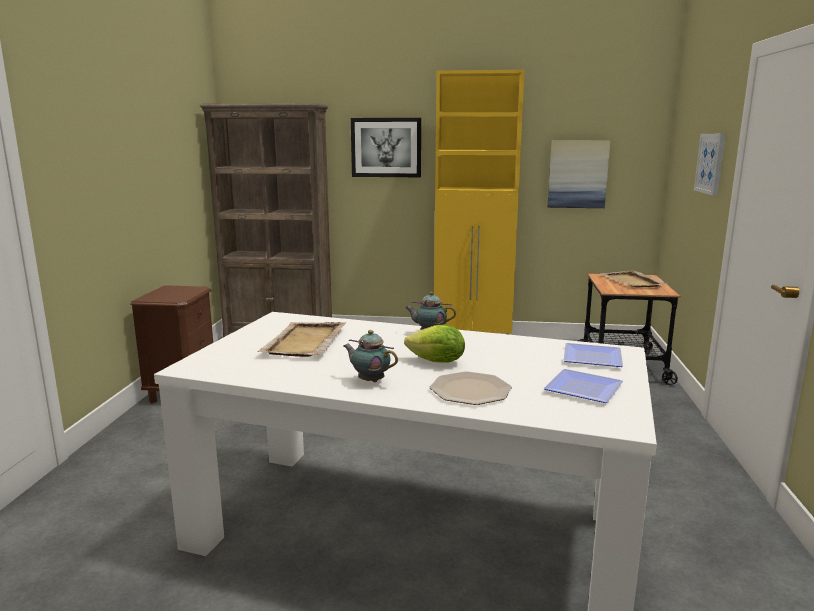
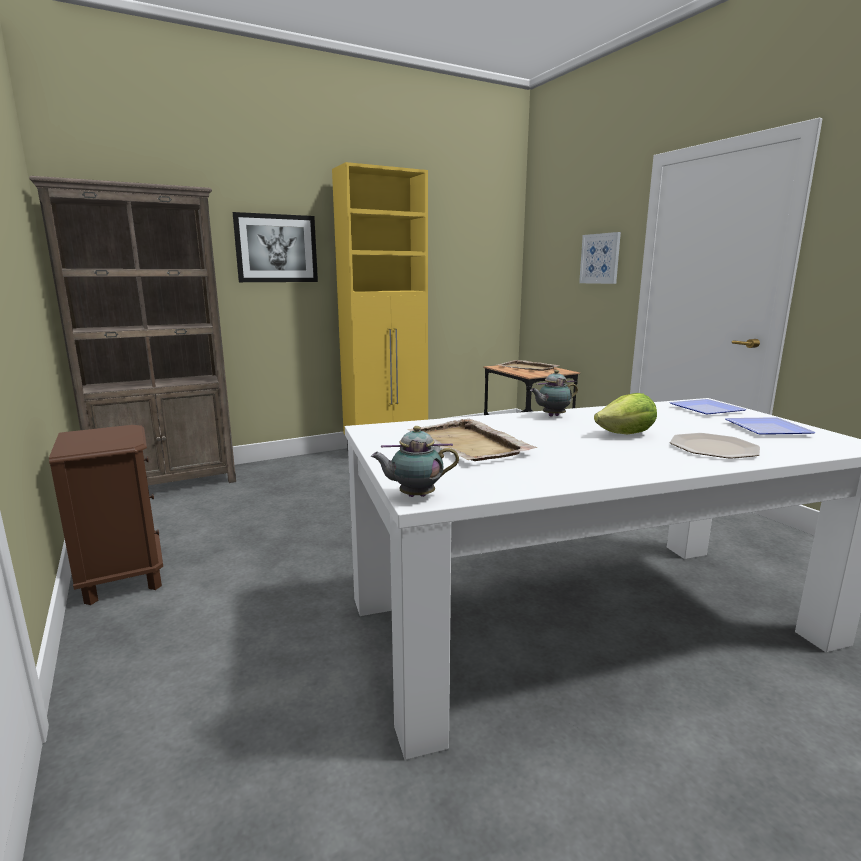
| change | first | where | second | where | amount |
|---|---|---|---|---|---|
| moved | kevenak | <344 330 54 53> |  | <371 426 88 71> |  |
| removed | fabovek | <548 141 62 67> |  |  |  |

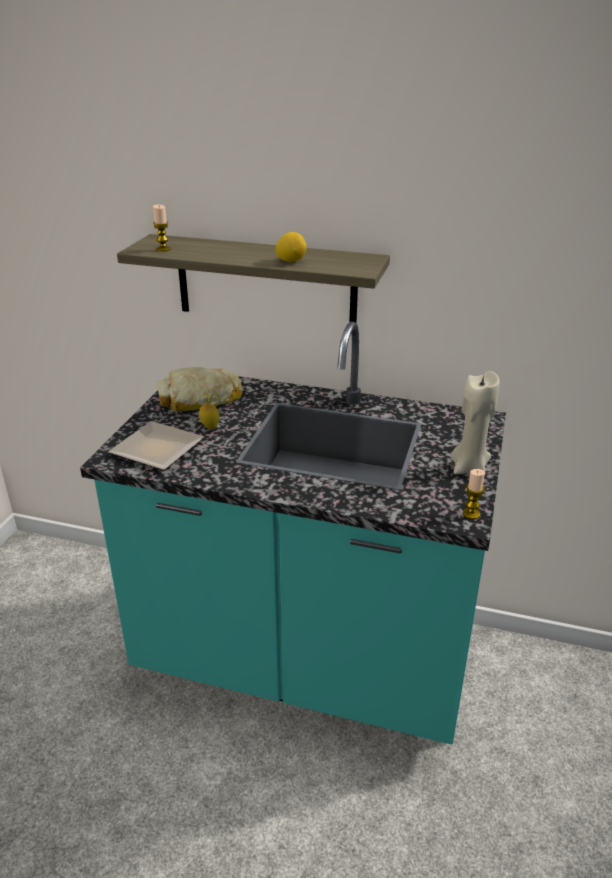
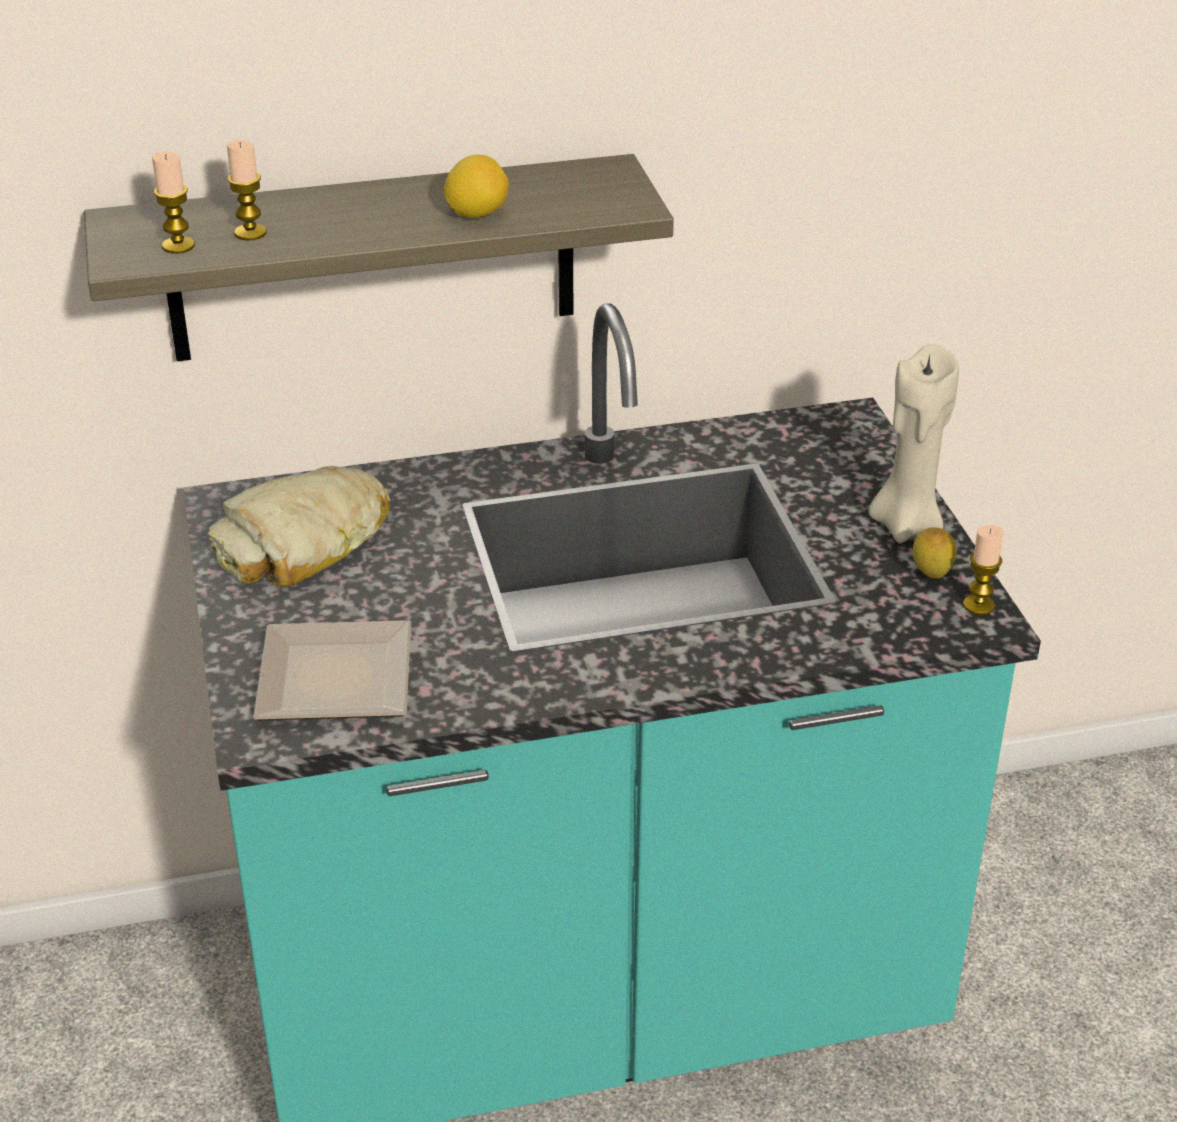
| change | first | where | second | where | amount |
|---|---|---|---|---|---|
| moved | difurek | <199 404 21 25> |  | <913 527 44 52> |  |
| added |  |  | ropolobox | <227 140 40 101> |  |

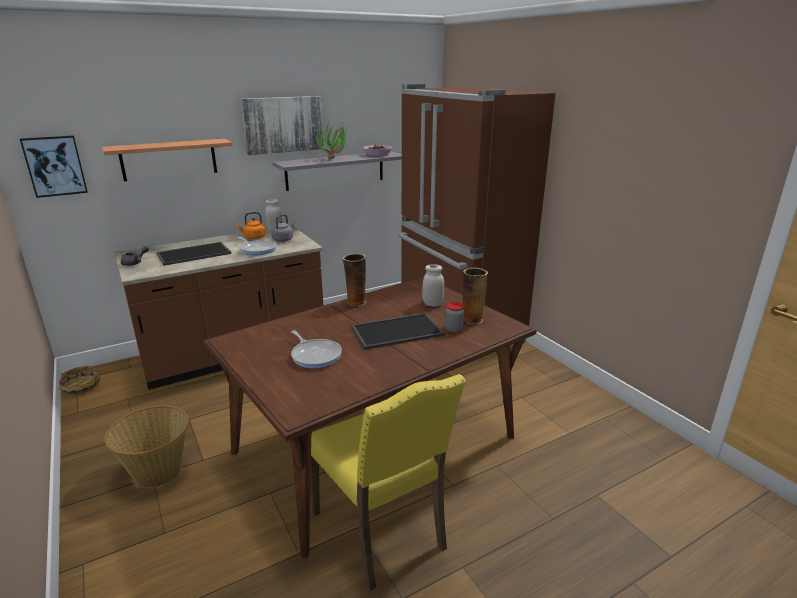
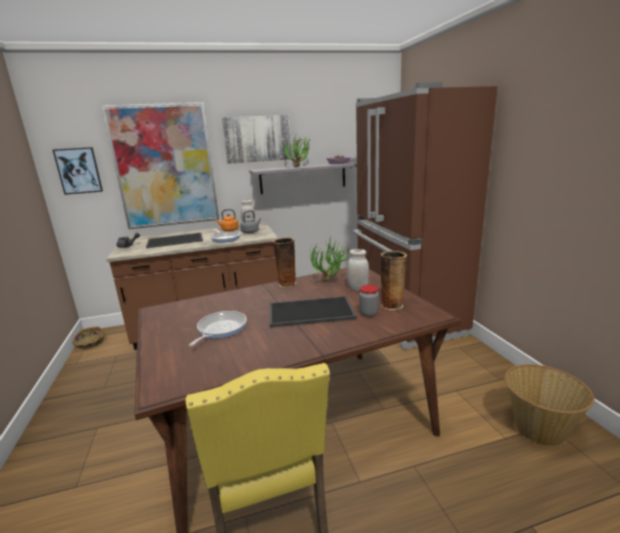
| change | first | where | second | where | amount |
|---|---|---|---|---|---|
| replaced | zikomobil | <102 139 131 42> | fabovek | <101 102 118 127> |  |
| moved | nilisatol | <104 405 85 83> |  | <505 364 89 83> |  |
| turned | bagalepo | <291 330 51 39> |  | <189 311 58 35> | 135 degrees counterclockwise |
| added |  |  | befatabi | <310 239 39 42> |  |

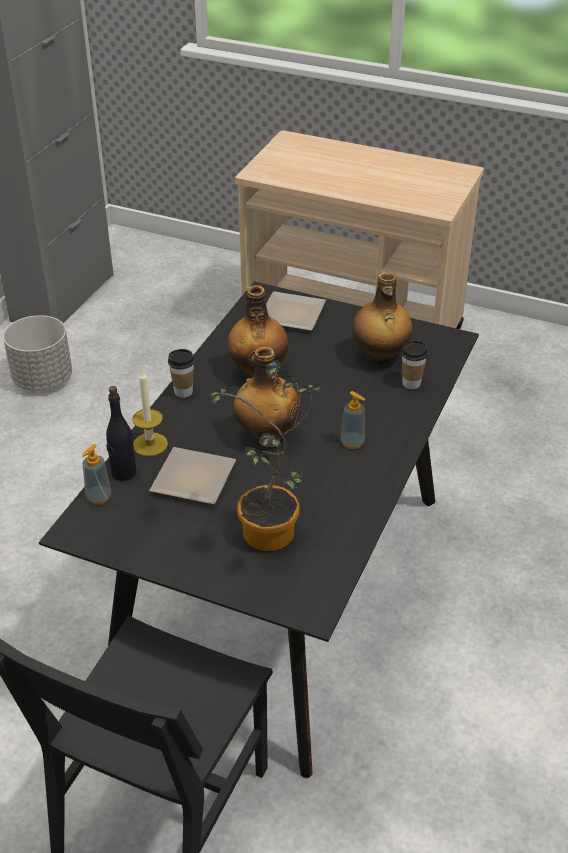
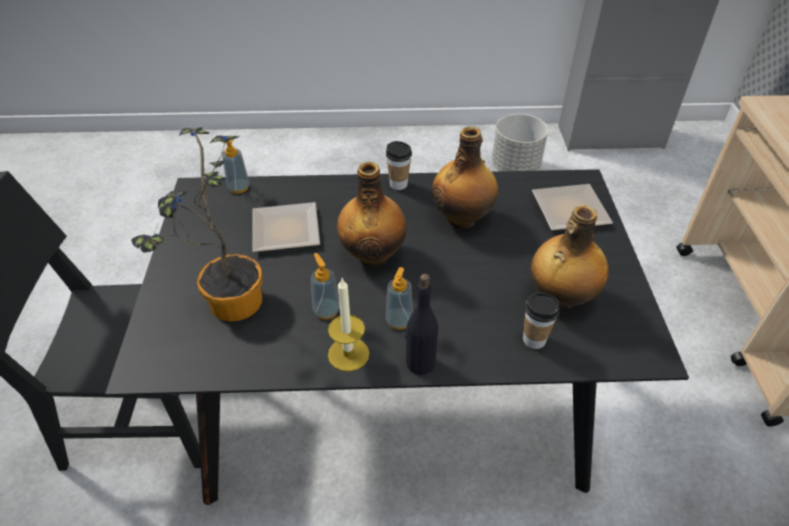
| change | first | where | second | where | amount |
|---|---|---|---|---|---|
| moved | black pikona | <106 386 30 95> |  | <405 274 33 101> |  |
| moved | ropolobox | <132 370 36 86> |  | <328 279 41 93> |  |
| added |  |  | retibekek | <311 253 29 67> |  |

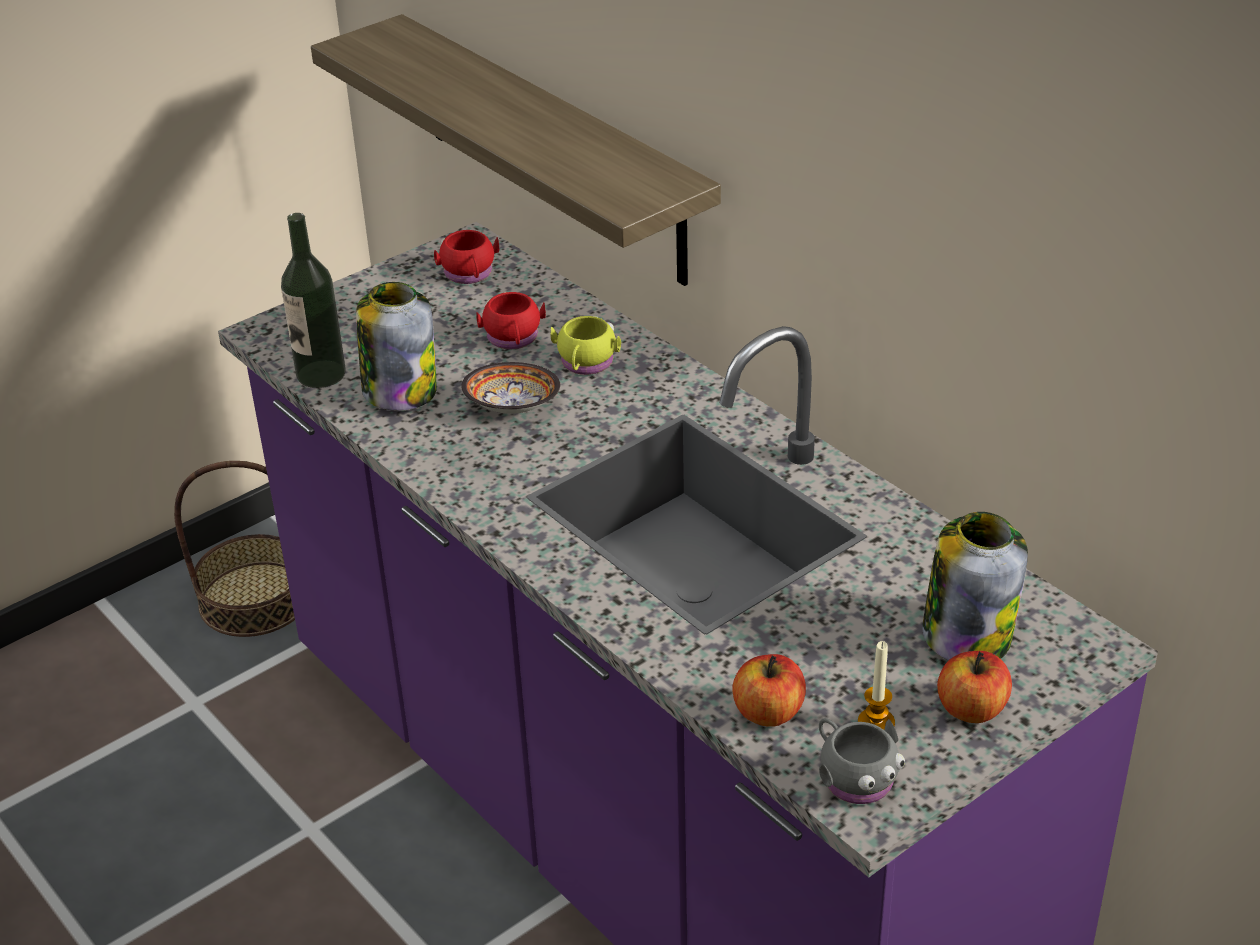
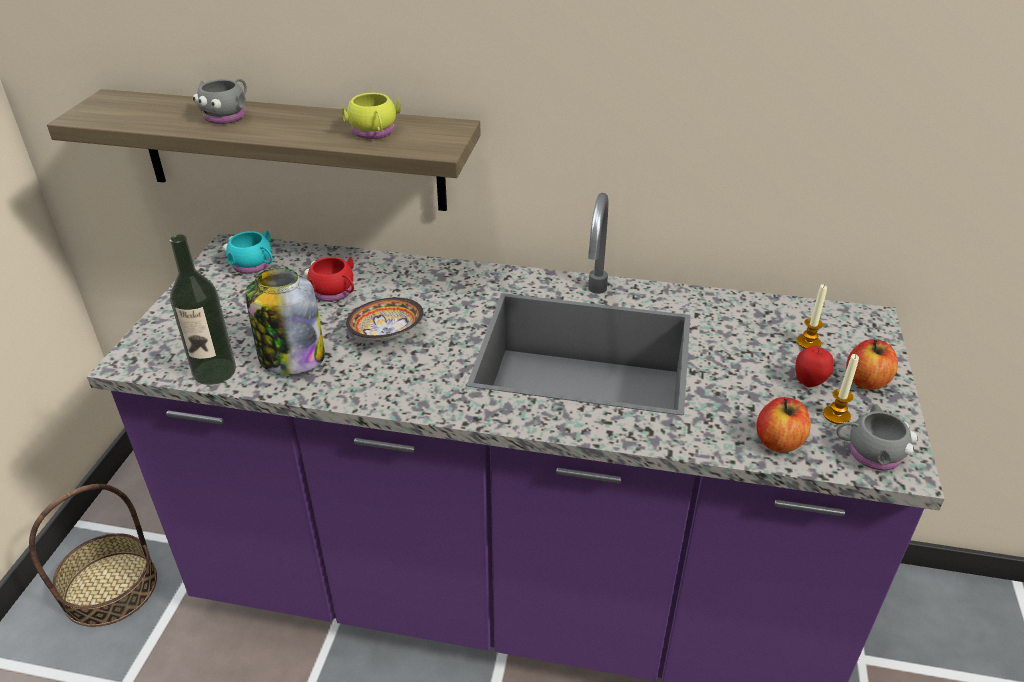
| change | first | where | second | where | amount |
|---|---|---|---|---|---|
| recoloured | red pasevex | <434 230 65 54> | turquoise pasevex | <223 230 50 44> |  |
| moved | yellow pasevex | <551 316 70 59> |  | <342 93 59 46> |  |
| replaced | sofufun | <922 512 106 149> | ropolobox | <797 284 30 65> |  |
| added |  |  | grey pasevex | <193 79 54 45> |  |
| added |  |  | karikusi | <795 344 39 43> |  |

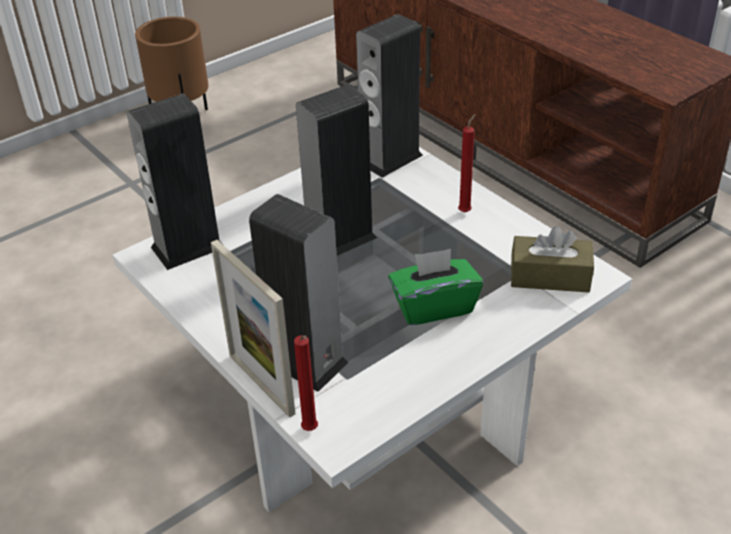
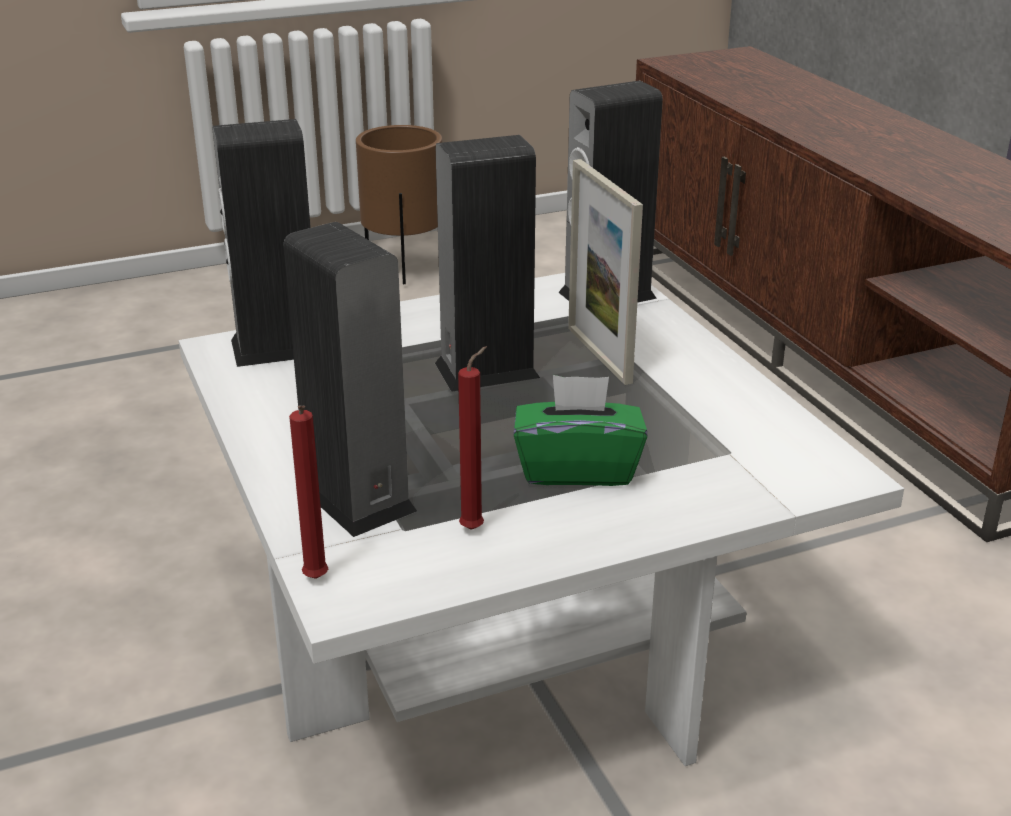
| change | first | where | second | where | amount |
|---|---|---|---|---|---|
| moved | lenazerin | <211 240 84 178> |  | <568 159 75 226> |  |
| moved | red ropolobox | <458 114 17 99> |  | <458 346 29 184> |  |
| removed | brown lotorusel | <511 226 83 66> |  |  |  |

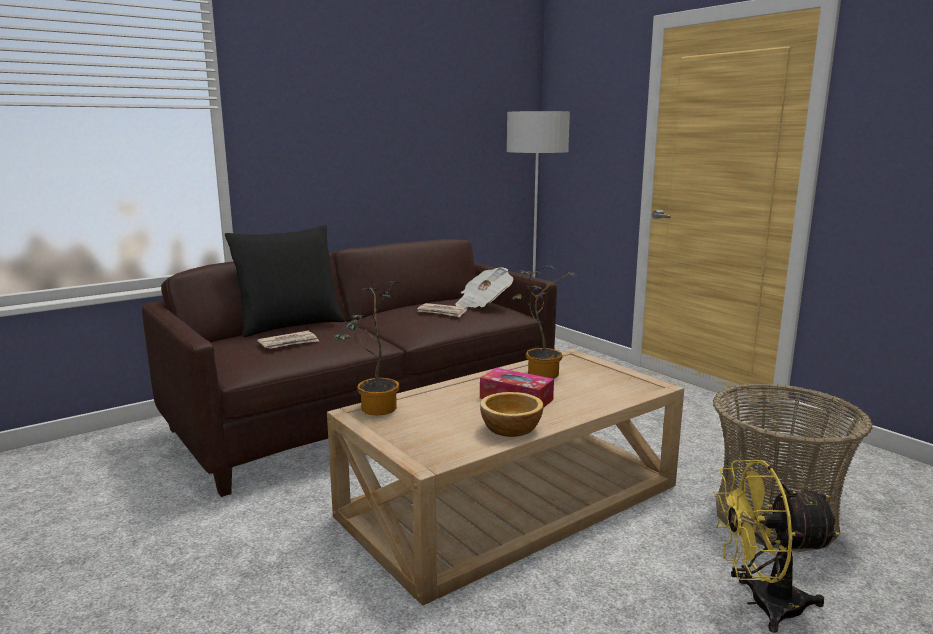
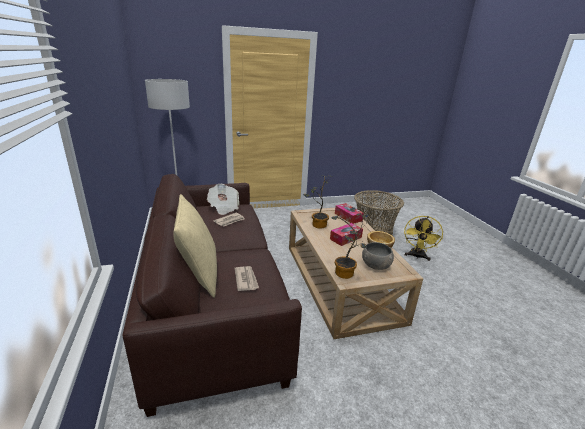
| change | first | where | second | where | amount |
|---|---|---|---|---|---|
| recoloured | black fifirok | <225 225 120 112> | beige fifirok | <173 194 44 104> |  |
| added |  |  | lotorusel | <335 203 29 21> |  |
| added |  |  | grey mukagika | <362 242 32 28> |  |

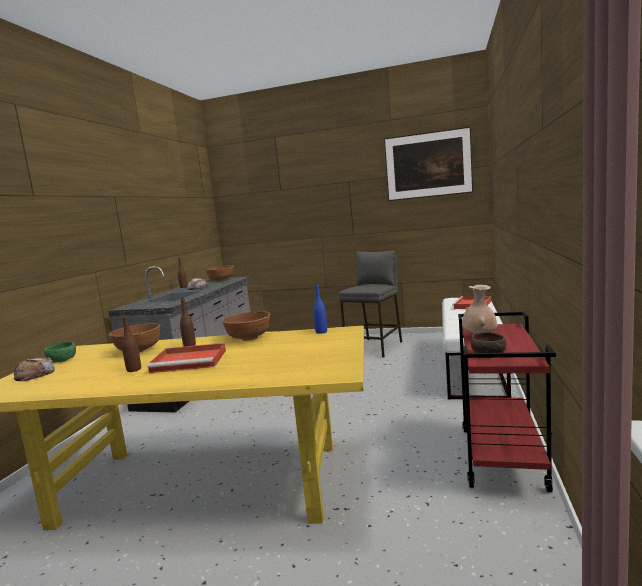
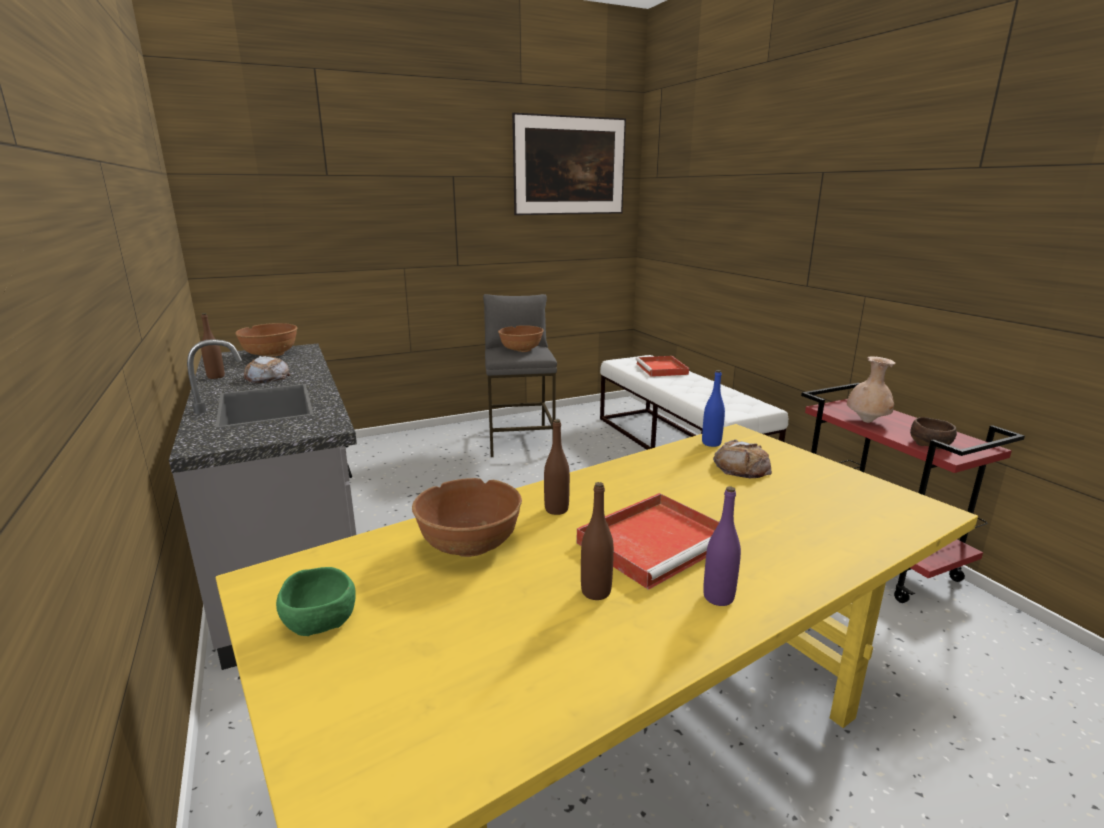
| change | first | where | second | where | amount |
|---|---|---|---|---|---|
| moved | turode | <14 358 41 23> |  | <713 440 59 38> |  |
| moved | brown mukagika | <222 311 48 30> |  | <498 325 46 27> |  |
| added |  |  | purple pikona | <703 486 38 120> |  |

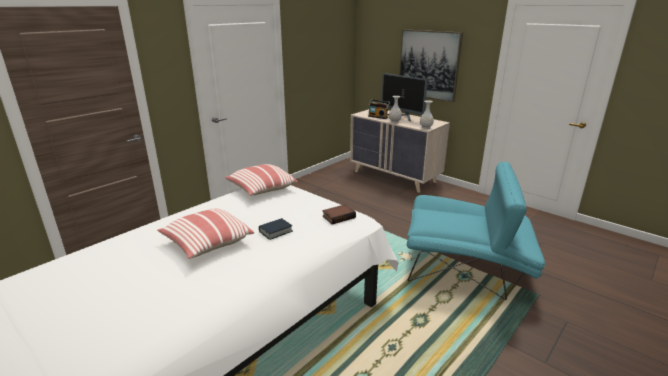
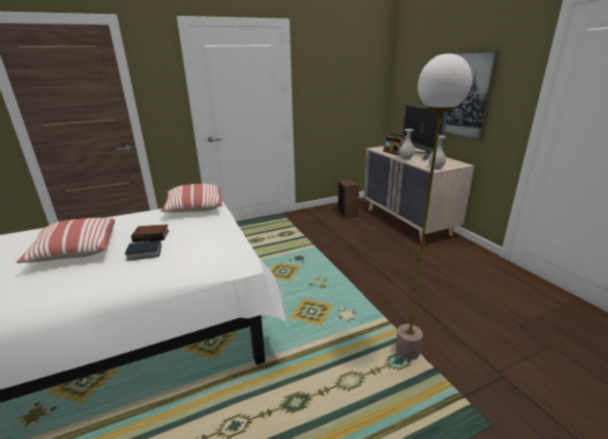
| change | first | where | second | where | amount |
|---|---|---|---|---|---|
| moved | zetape | <322 204 34 21> |  | <131 224 38 18> |  |
| replaced | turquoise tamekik | <407 162 138 138> | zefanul | <396 53 76 307> |  |
| added |  |  | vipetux | <338 179 21 39> |  |

